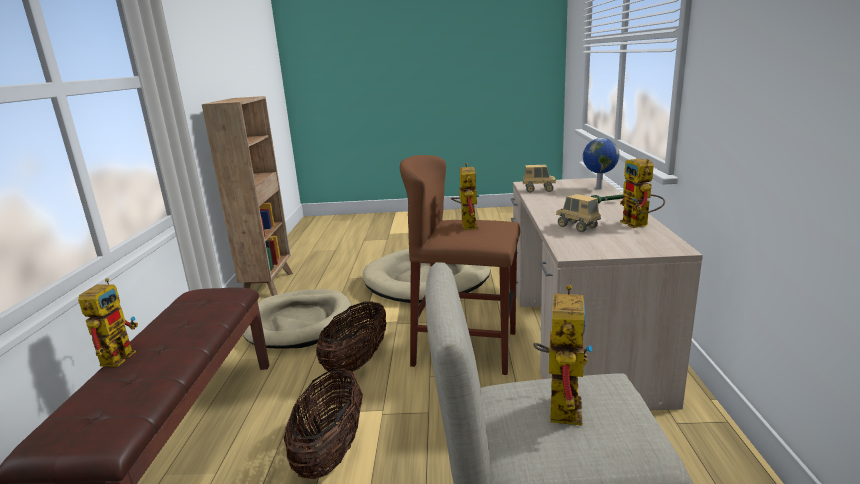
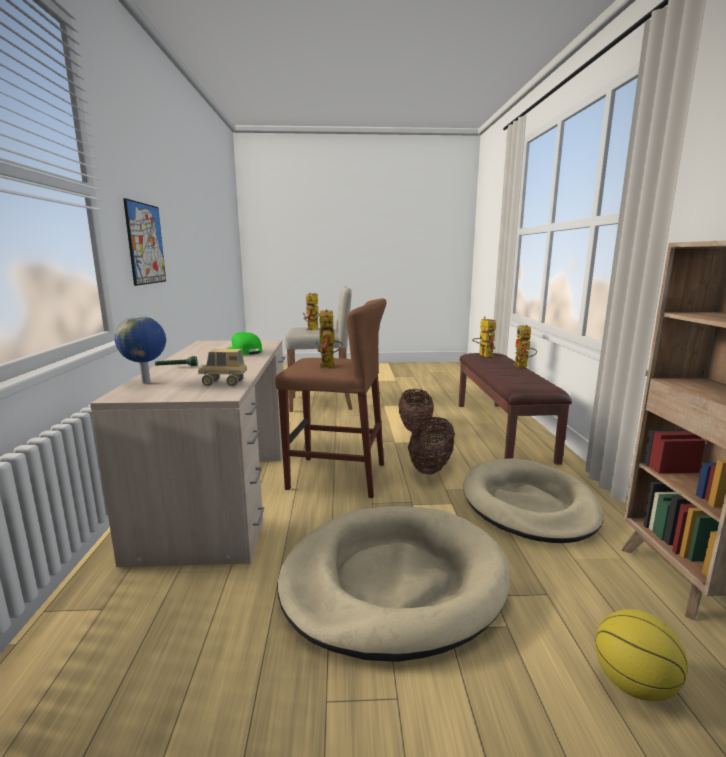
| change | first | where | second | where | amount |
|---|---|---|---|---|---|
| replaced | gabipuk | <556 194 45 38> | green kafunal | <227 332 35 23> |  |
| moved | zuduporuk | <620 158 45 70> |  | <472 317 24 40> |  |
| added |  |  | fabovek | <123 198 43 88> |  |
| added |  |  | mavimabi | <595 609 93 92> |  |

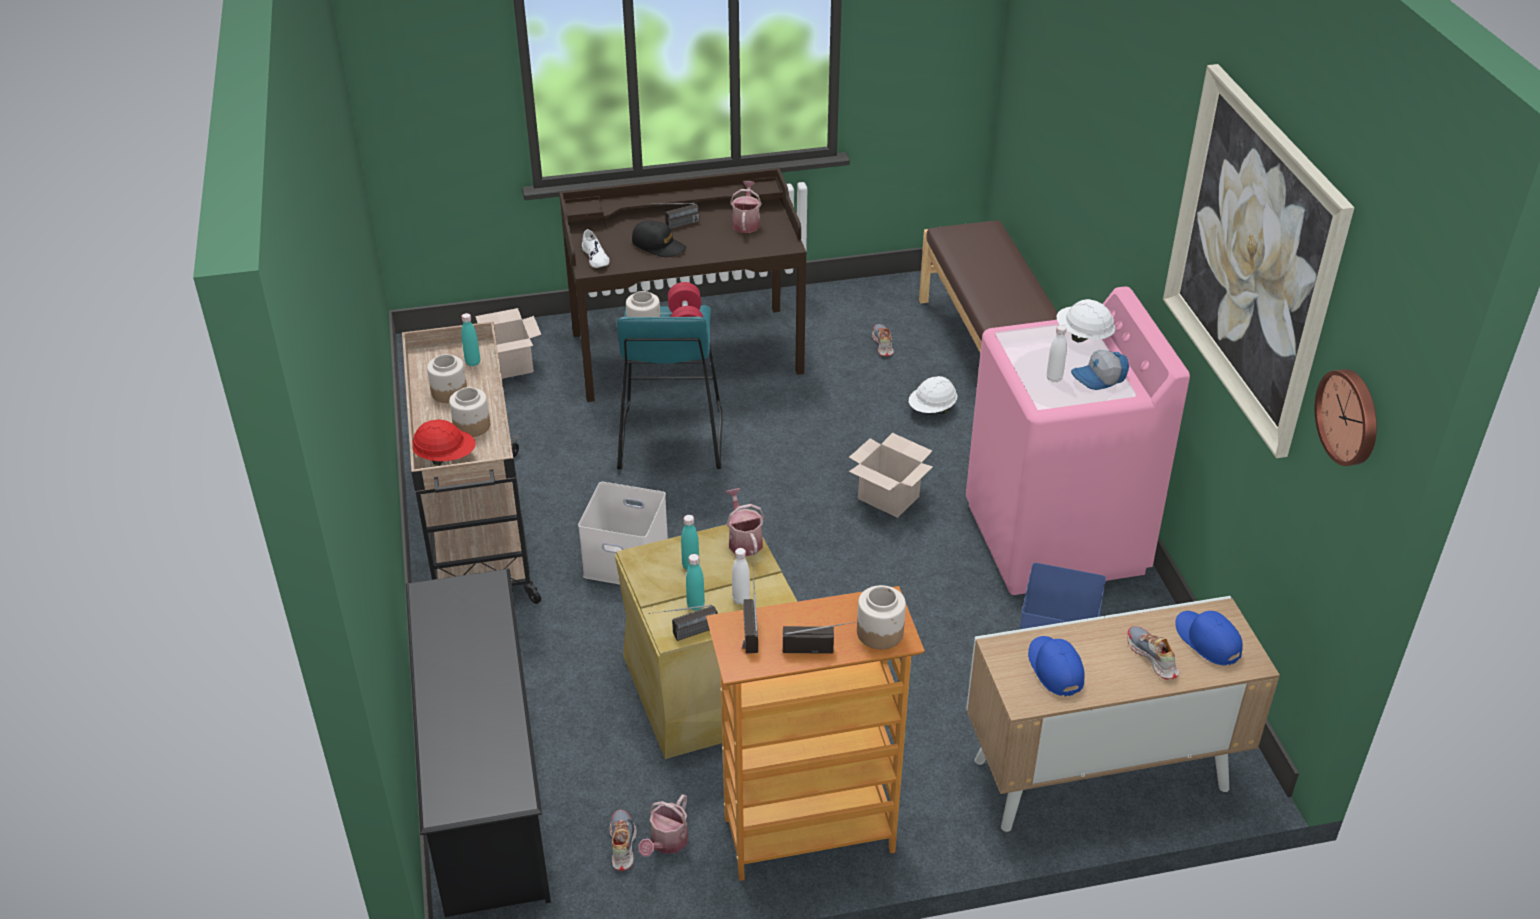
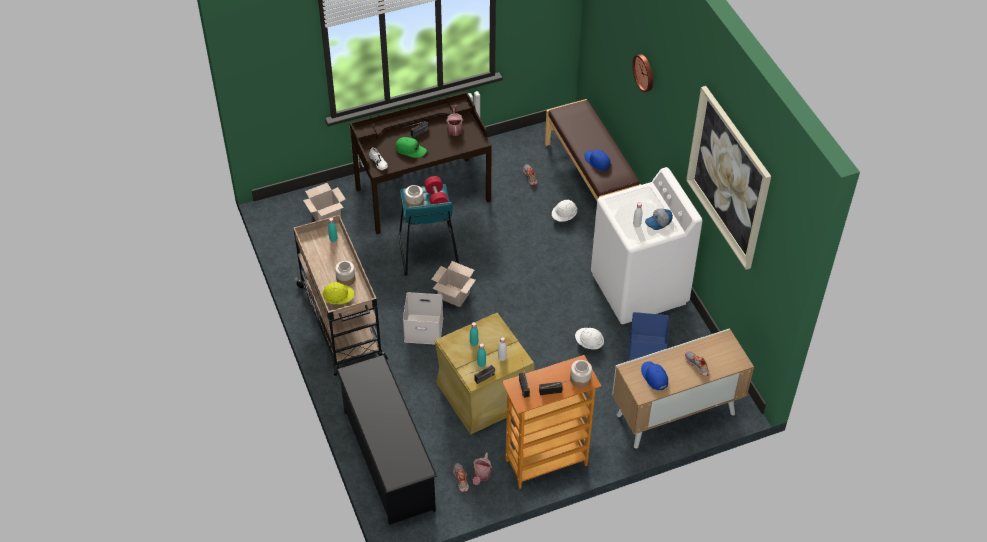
| change | first | where | second | where | amount |
|---|---|---|---|---|---|
| recoloured | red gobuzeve | <412 420 64 46> | yellow gobuzeve | <322 282 32 23> |  |
| removed | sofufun | <427 354 40 49> |  |  |  |
| recoloured | black kafunal | <632 220 54 37> | green kafunal | <396 137 31 21> |  |
| removed | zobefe | <725 488 40 68> |  |  |  |
| moved | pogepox | <849 433 84 85> |  | <431 261 45 46> |  |
| recoloured | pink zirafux | <966 286 224 309> | white zirafux | <591 167 112 157> |  |
| moved | white gobuzeve | <1057 299 58 44> |  | <575 328 29 22> |  |
| moved | blue kafunal | <1175 611 68 55> |  | <584 150 27 21> |  |
| moved | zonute | <1315 369 62 97> |  | <632 54 21 38> |  |

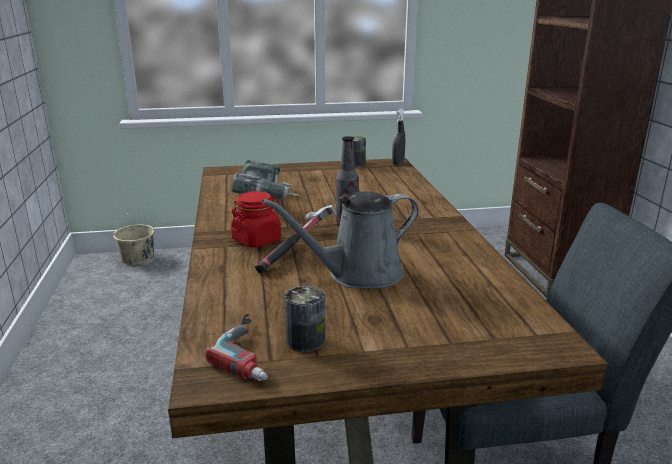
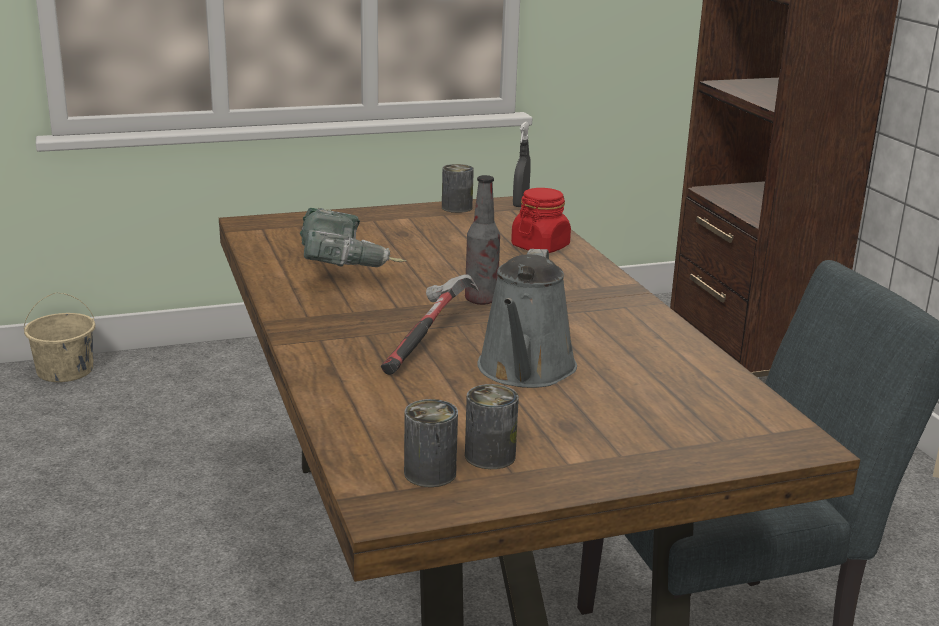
| change | first | where | second | where | amount |
|---|---|---|---|---|---|
| replaced | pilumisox | <205 314 63 67> | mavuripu | <404 399 54 88> |  |
| moved | red sofufun | <231 191 50 57> |  | <511 188 60 65> |  |
| turned | grey zobefe | <262 191 157 98> |  | <477 249 100 139> | 45 degrees counterclockwise |

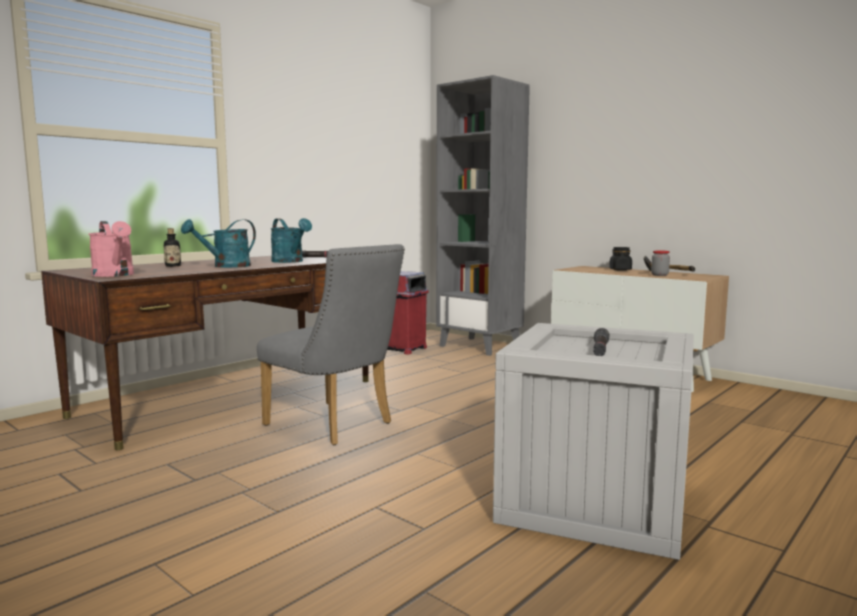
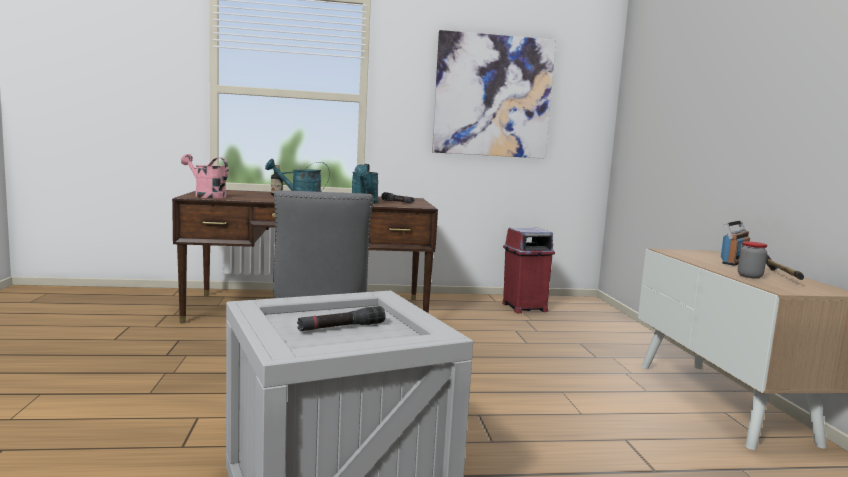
| change | first | where | second | where | amount |
|---|---|---|---|---|---|
| turned | pink zobefe | <89 221 45 56> |  | <181 154 48 44> | 120 degrees clockwise |
| removed | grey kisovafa | <436 75 94 281> |  |  |  |
| replaced | black sofufun | <609 247 23 24> | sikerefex | <721 221 29 45> |  |
| added |  |  | fabovek | <432 30 124 129> |  |

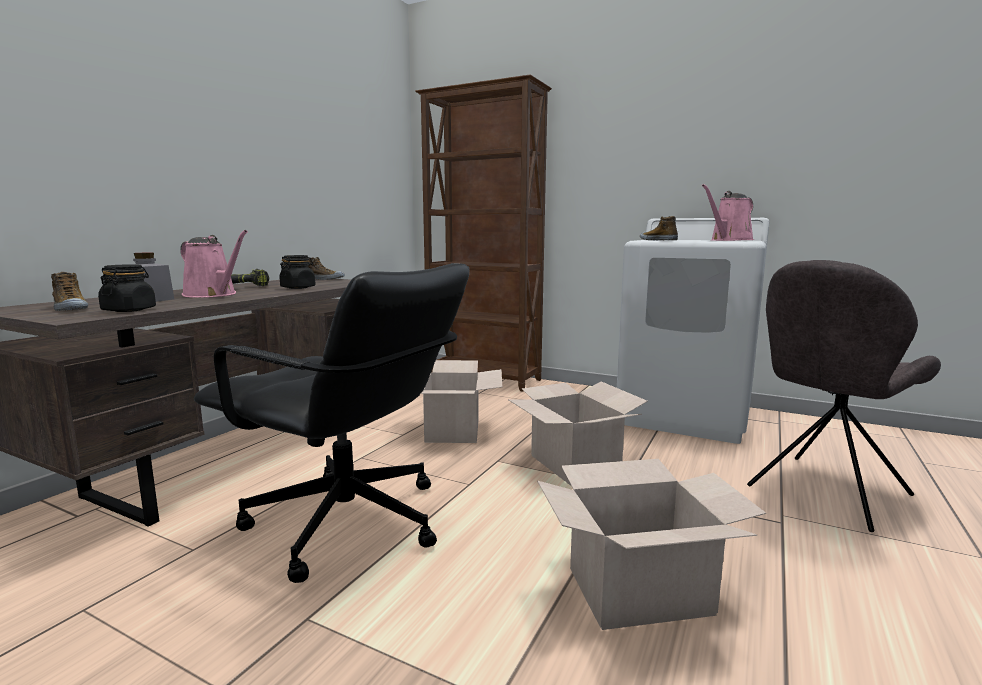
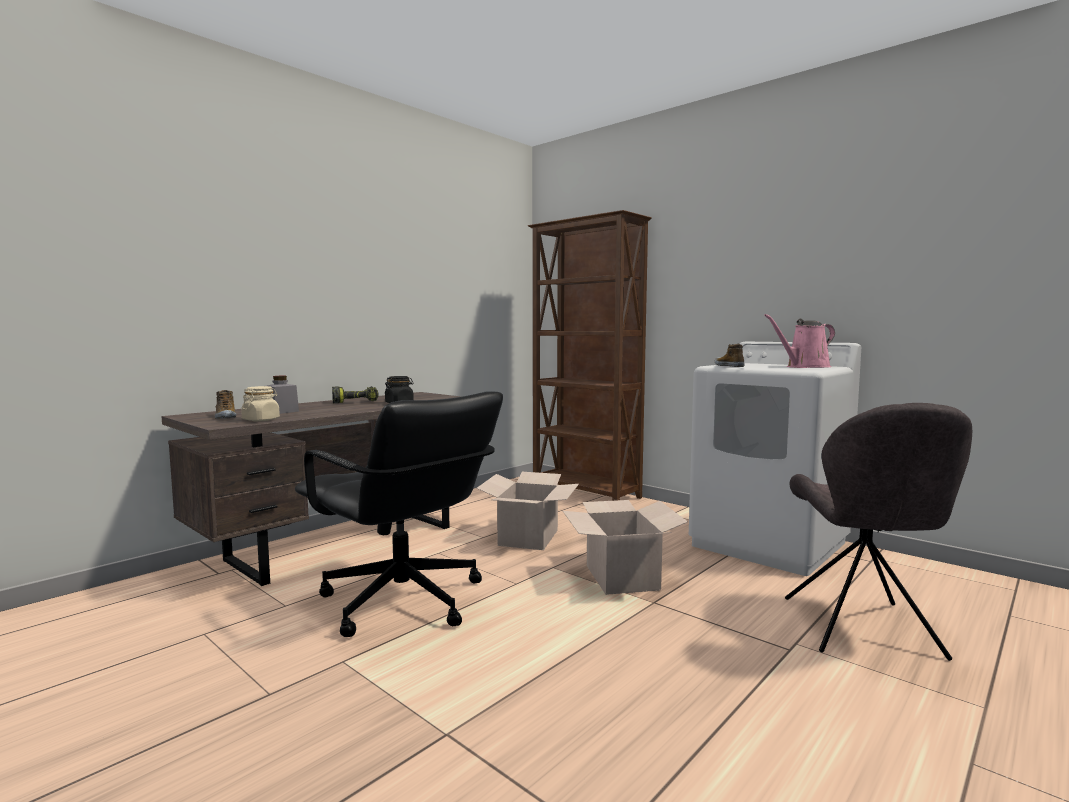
| change | first | where | second | where | amount |
|---|---|---|---|---|---|
| recoloured | black sofufun | <98 264 58 48> | beige sofufun | <241 386 39 35> |  |
| removed | pink zobefe | <180 230 68 68> |  |  |  |
| removed | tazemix | <308 257 37 23> |  |  |  |
| removed | pogepox | <537 459 229 171> |  |  |  |
| turned | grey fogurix | <747 260 194 272> |  | <785 403 187 258> | 60 degrees counterclockwise |

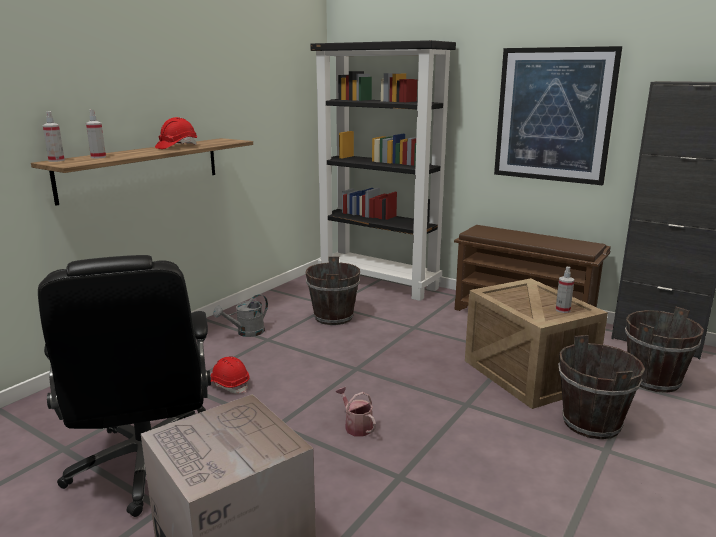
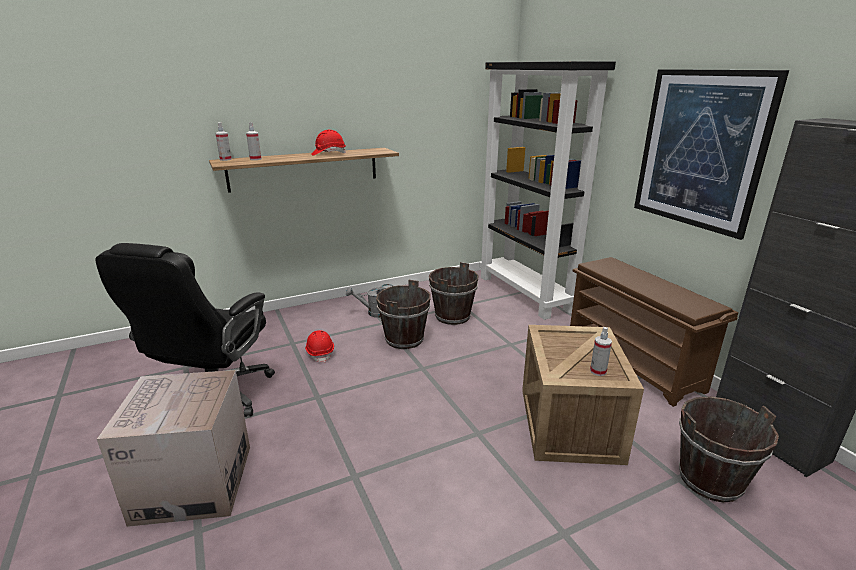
| change | first | where | second | where | amount |
|---|---|---|---|---|---|
| removed | zobefe | <336 387 40 49> |  |  |  |
| moved | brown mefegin | <558 335 87 104> |  | <376 280 55 69> |  |

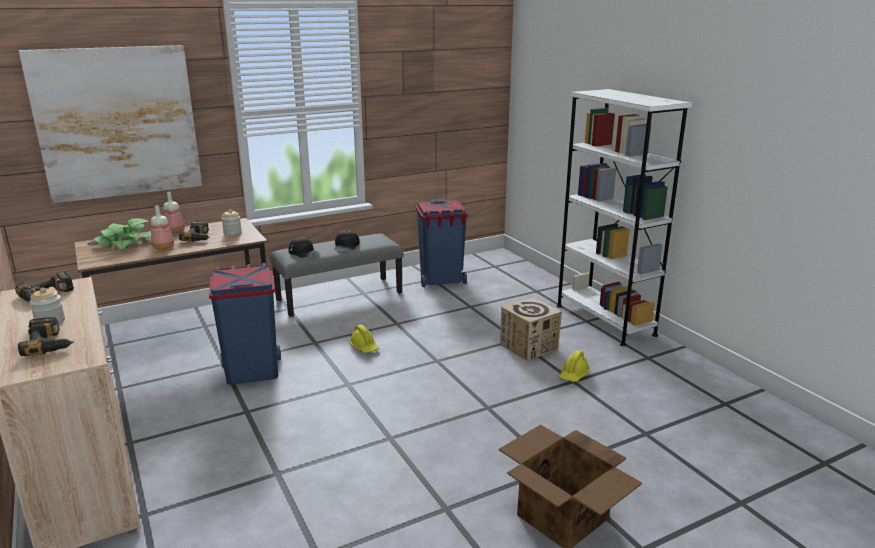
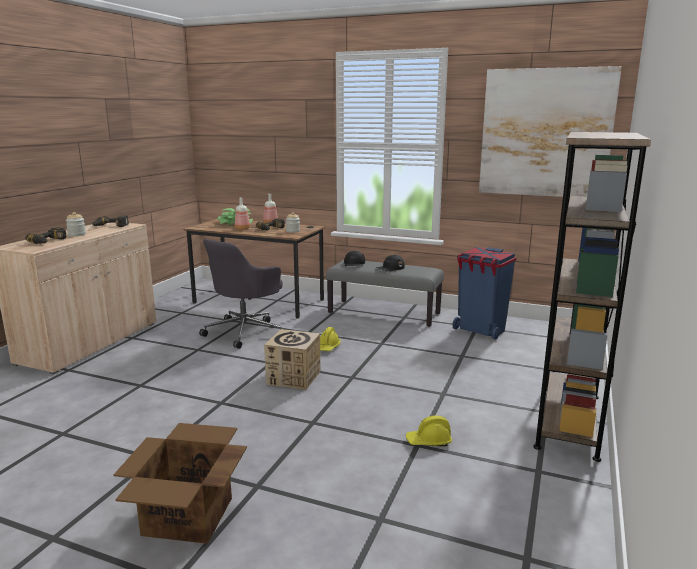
| change | first | where | second | where | amount |
|---|---|---|---|---|---|
| moved | fabovek | <19 45 183 159> |  | <479 66 143 131> |  |
| replaced | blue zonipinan | <209 263 72 122> | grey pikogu | <199 239 88 110> |  |
| moved | pogepox | <500 297 62 64> |  | <264 329 57 61> |  |
| recoloured | white kisovafa | <556 89 136 257> | brown kisovafa | <533 132 118 330> |  |

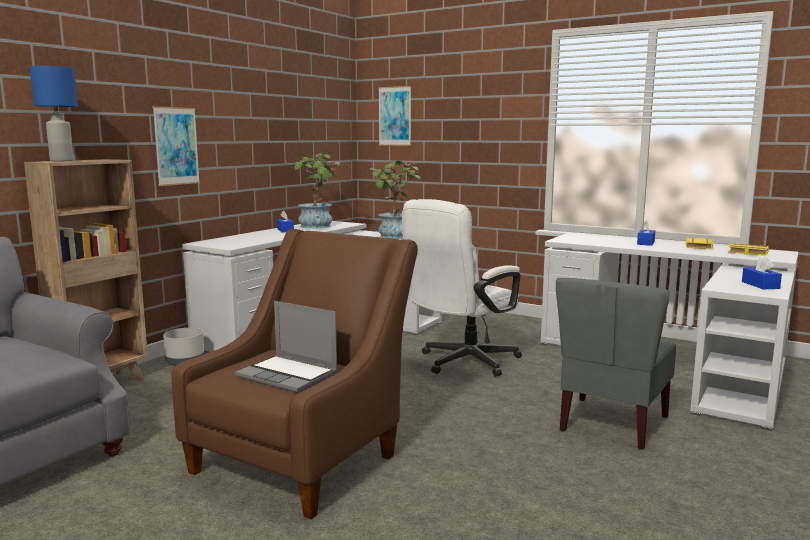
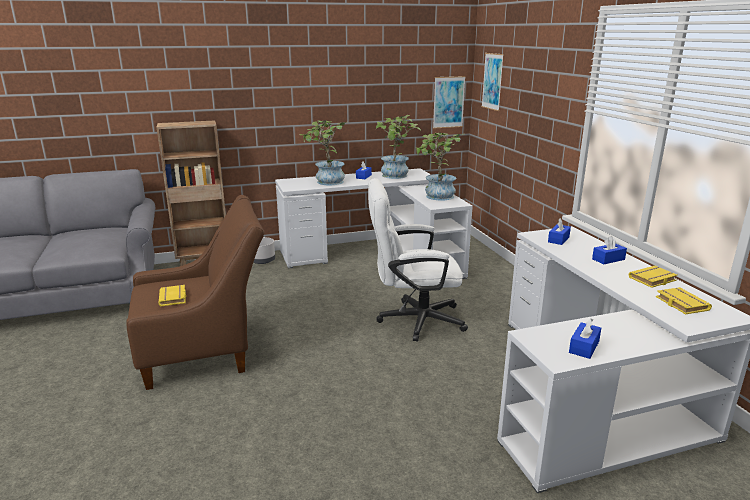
| change | first | where | second | where | amount |
|---|---|---|---|---|---|
| removed | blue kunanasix | <30 66 48 95> |  |  |  |
| moved | fabovek | <152 106 48 80> |  | <433 76 33 53> |  |
| replaced | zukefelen | <235 301 103 92> | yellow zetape | <158 285 28 22> |  |
| removed | grey fogurix | <556 278 120 172> |  |  |  |
| added |  |  | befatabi | <299 120 47 65> |  |
| added |  |  | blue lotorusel | <548 218 23 27> |  |

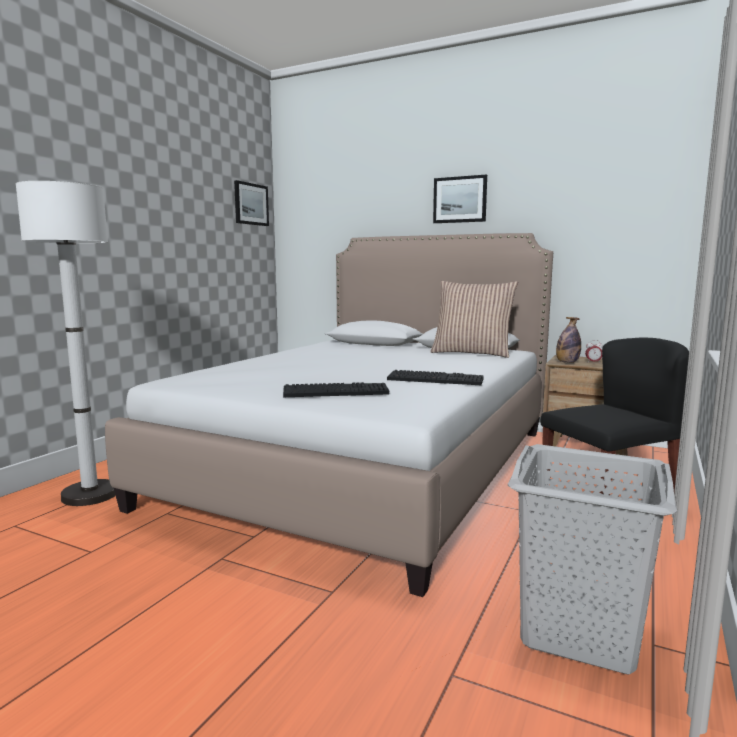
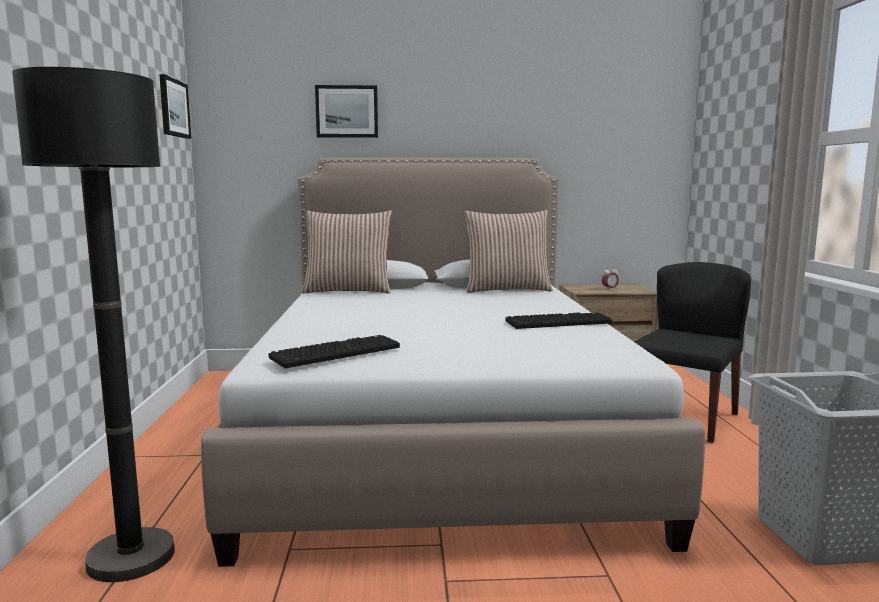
| change | first | where | second | where | amount |
|---|---|---|---|---|---|
| recoloured | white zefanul | <16 181 100 325> | black zefanul | <12 67 163 515> |  |
| moved | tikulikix | <283 382 106 15> |  | <269 335 131 33> |  |
| moved | fabovek | <433 175 54 48> |  | <315 85 63 53> |  |
| removed | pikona | <556 317 25 46> |  |  |  |
| added |  |  | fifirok | <302 210 90 84> |  |

